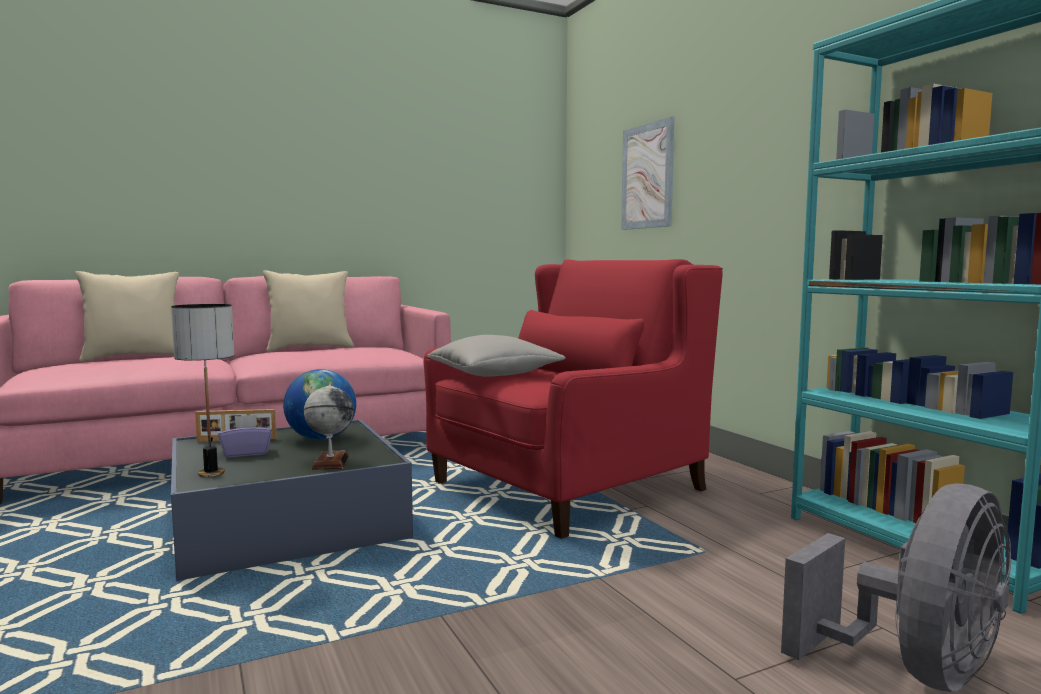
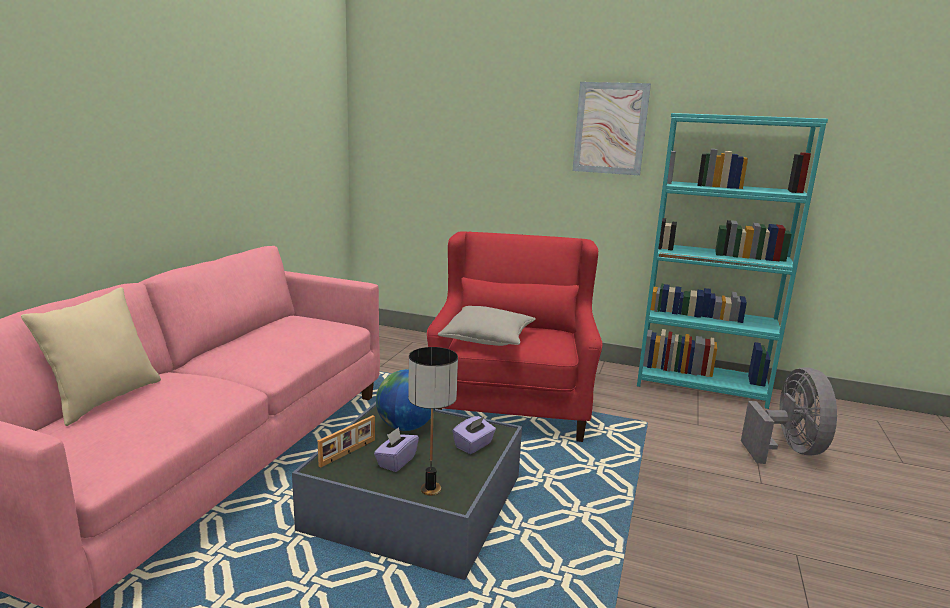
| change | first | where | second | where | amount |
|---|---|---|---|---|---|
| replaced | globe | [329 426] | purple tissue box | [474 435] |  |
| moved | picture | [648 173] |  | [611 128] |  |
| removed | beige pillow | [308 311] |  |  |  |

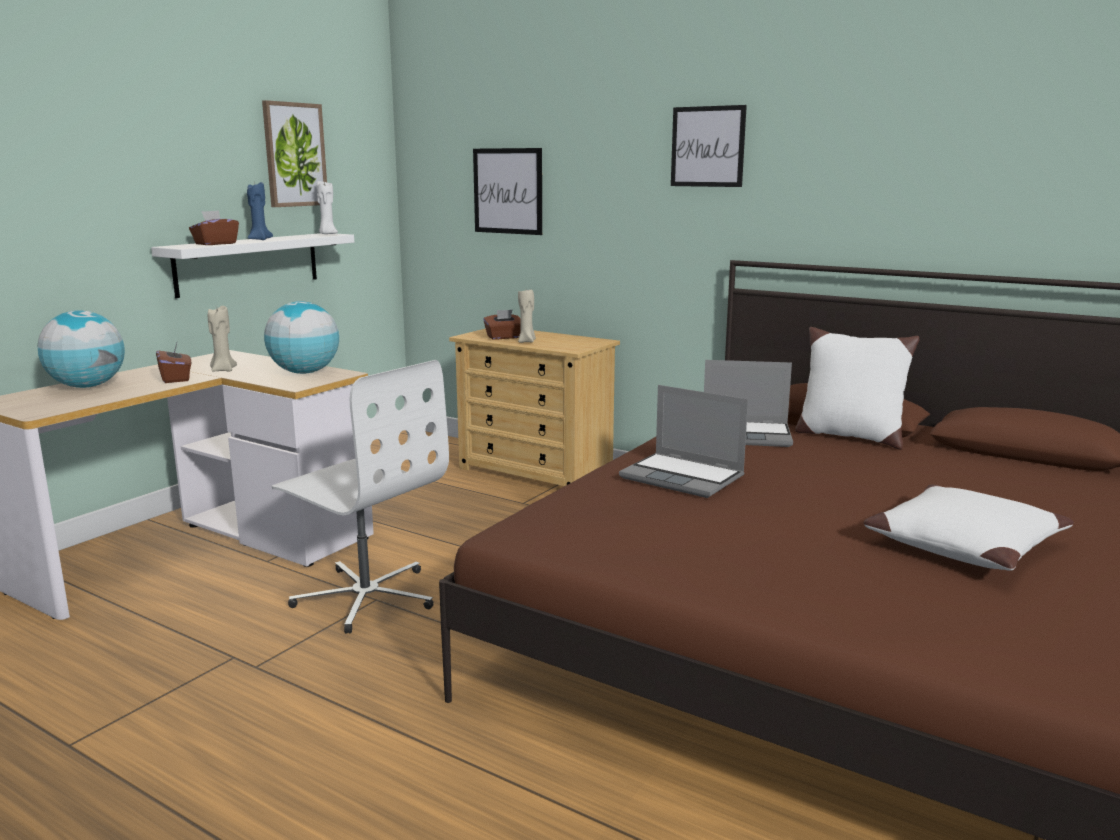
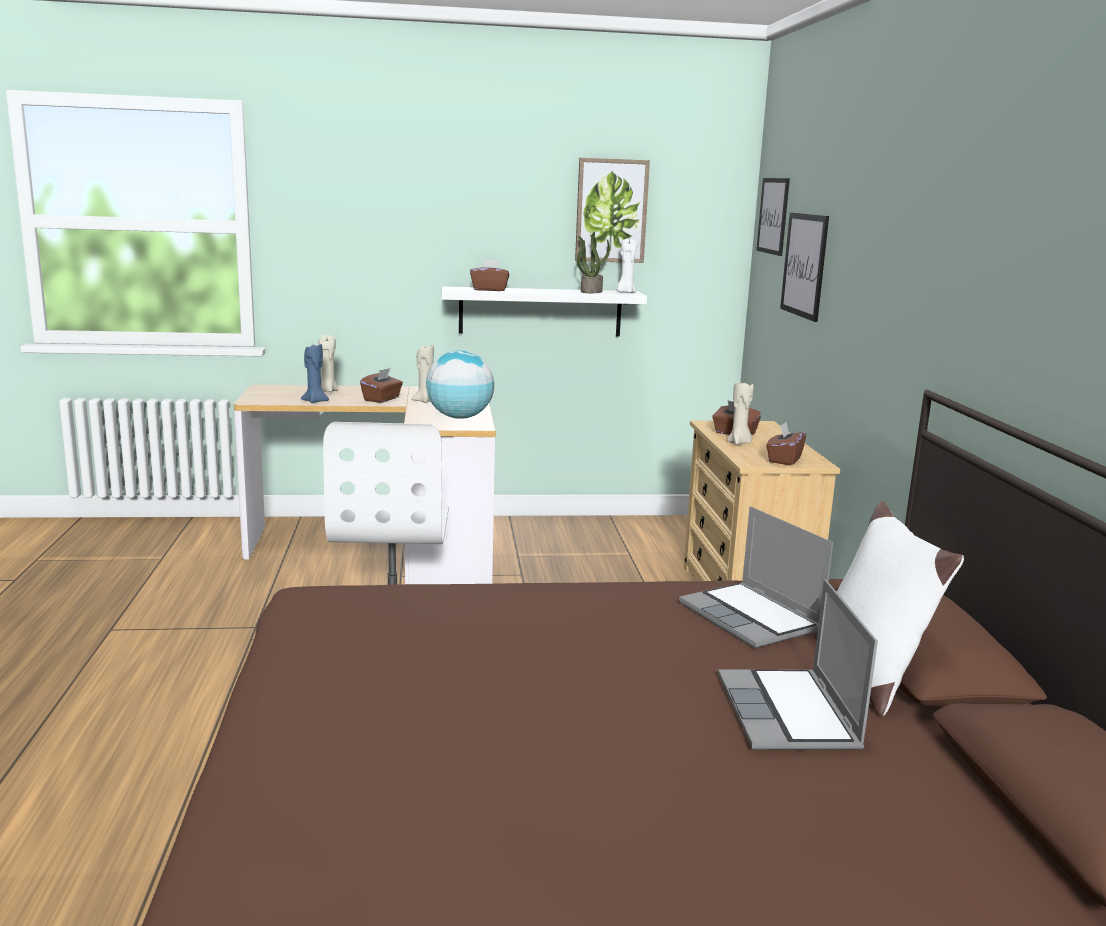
| change | first | where | second | where | amount |
|---|---|---|---|---|---|
| moved | blue candle | [260 210] |  | [315 373] |  |
| replaced | globe | [81 349] | beige candle | [328 363] |  |
| added |  |  | potted plant | [593 262] |  |
| moved | laptop | [683 441] |  | [798 664] |  |
| moved | picture | [709 146] |  | [773 217] |  |
| added |  |  | brown tissue box | [786 443] |  |
| removed | white pillow | [968 528] |  |  |  |

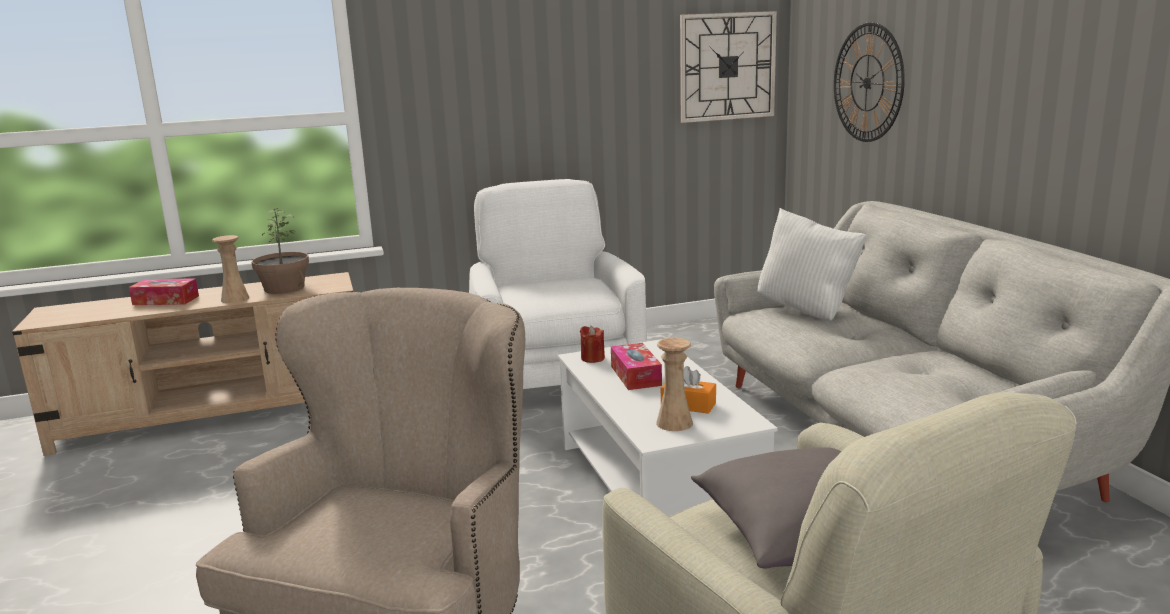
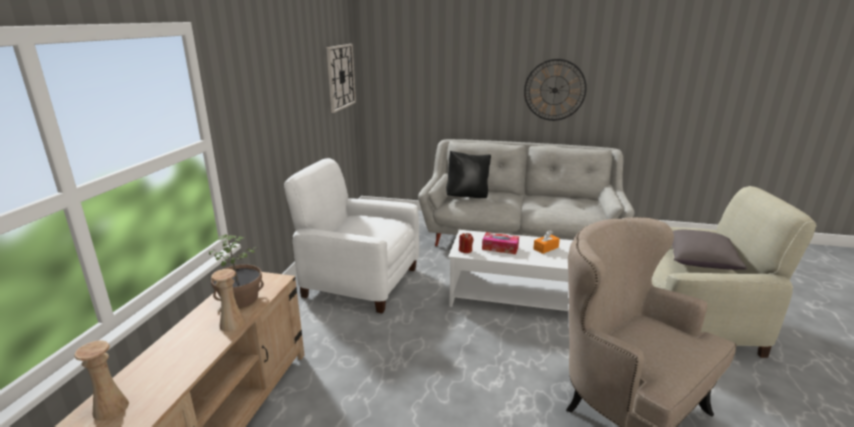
| change | first | where | second | where | amount |
|---|---|---|---|---|---|
| moved | beige vase | [674 384] |  | [101 380] |  |
| recoloured | white pillow | [812 264] | black pillow | [468 174] |  |
| moved | wall clock | [869 82] |  | [555 90] |  |
| removed | tissue box | [164 291] |  |  |  |

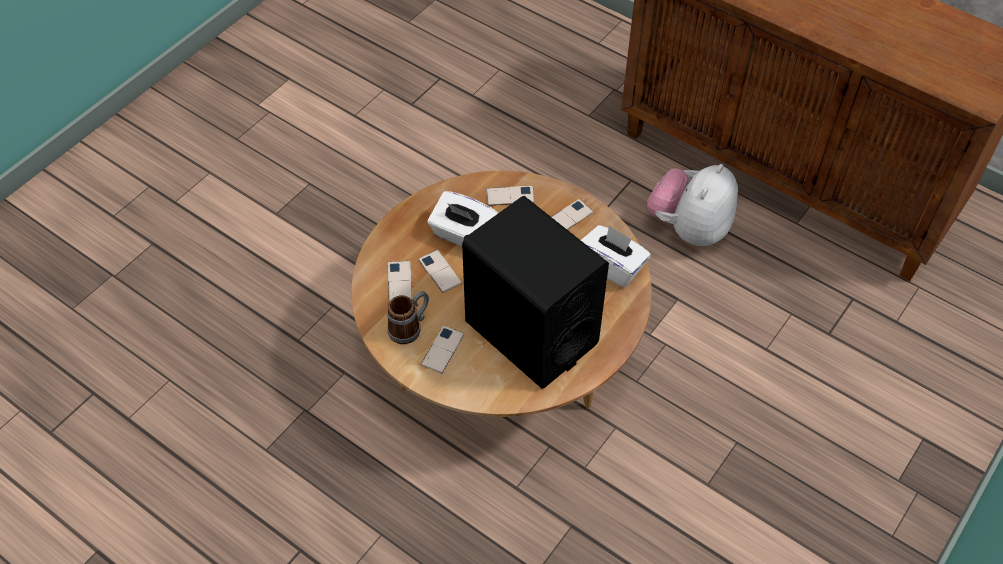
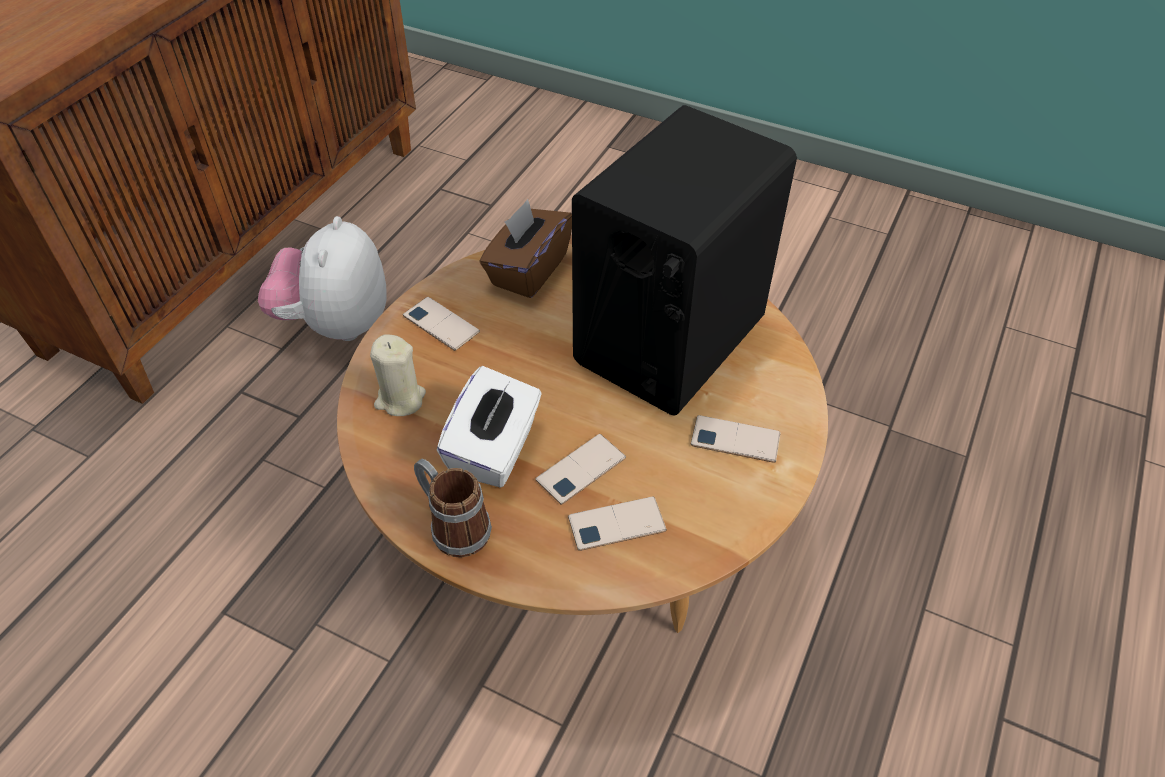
| change | first | where | second | where | amount |
|---|---|---|---|---|---|
| turned | plush toy | [692 205] |  | [322 278] | 75 degrees clockwise |
| replaced | phone | [510 196] | beige candle | [398 375] |  |
| moved | mug | [408 317] |  | [453 508] |  |
| recoloured | white tissue box | [616 256] | brown tissue box | [525 248] |  |

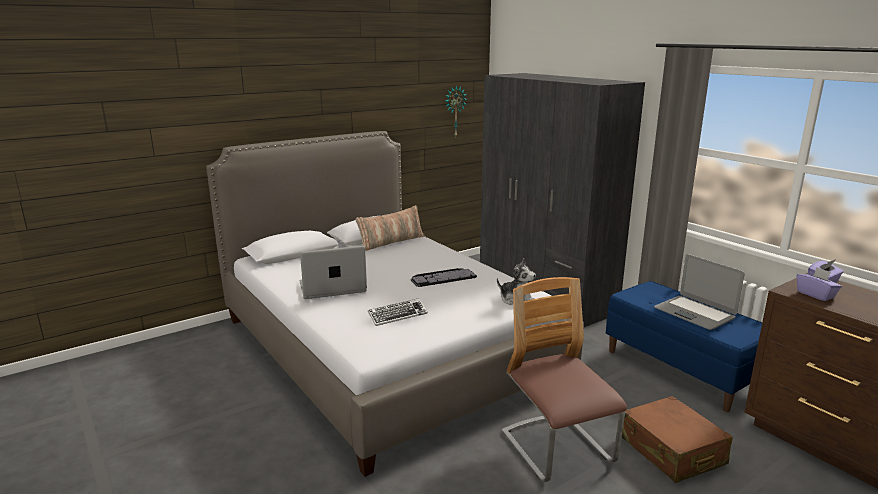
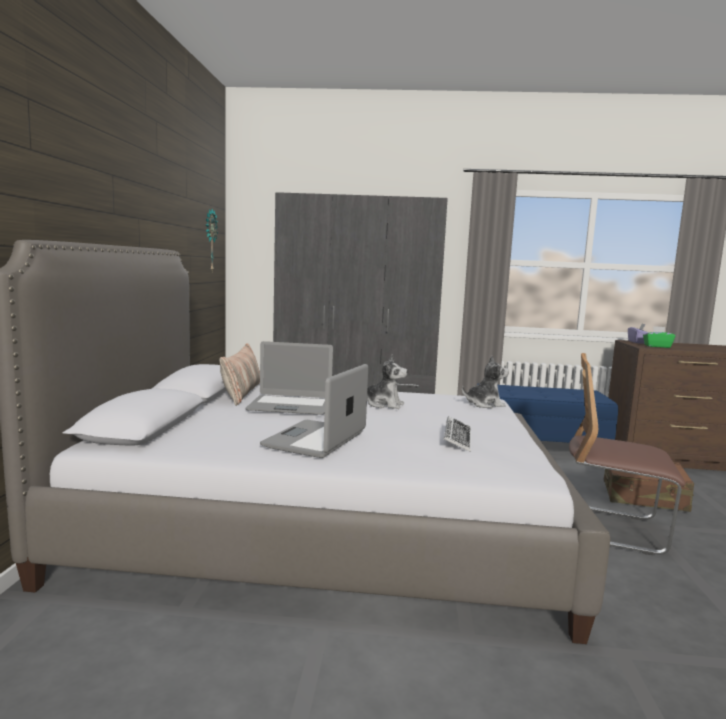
| change | first | where | second | where | amount |
|---|---|---|---|---|---|
| moved | laptop | [699 292] |  | [289 378] |  |
| replaced | keyboard | [444 277] | plush toy | [387 381] |  |
| recoloured | purple tissue box | [819 284] | green tissue box | [659 337] |  |

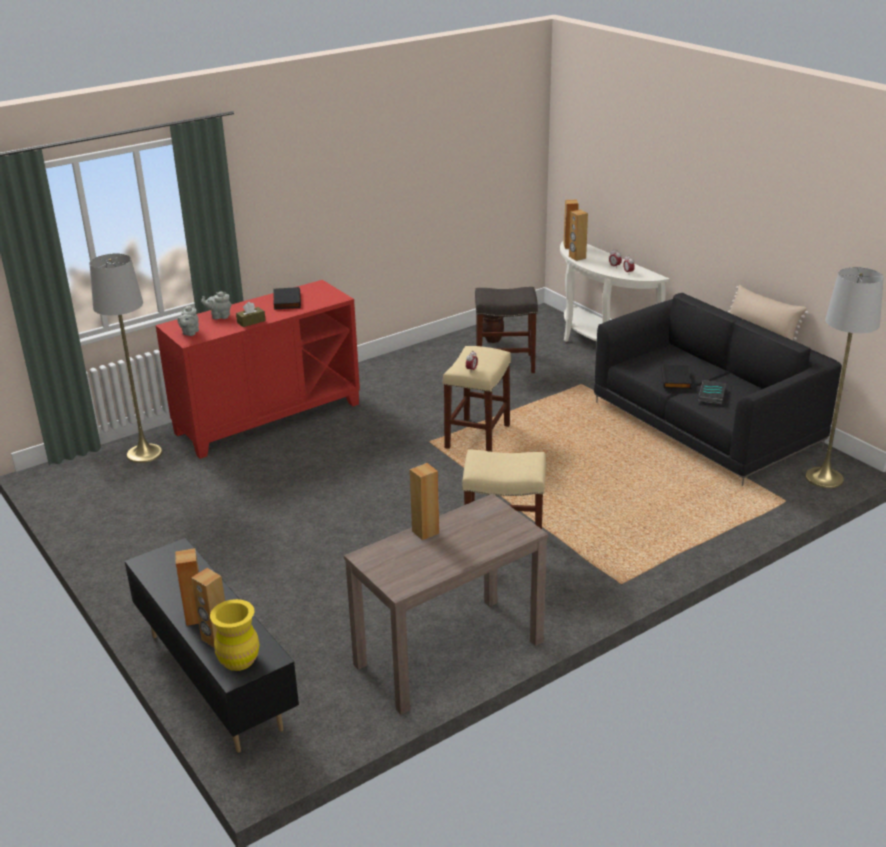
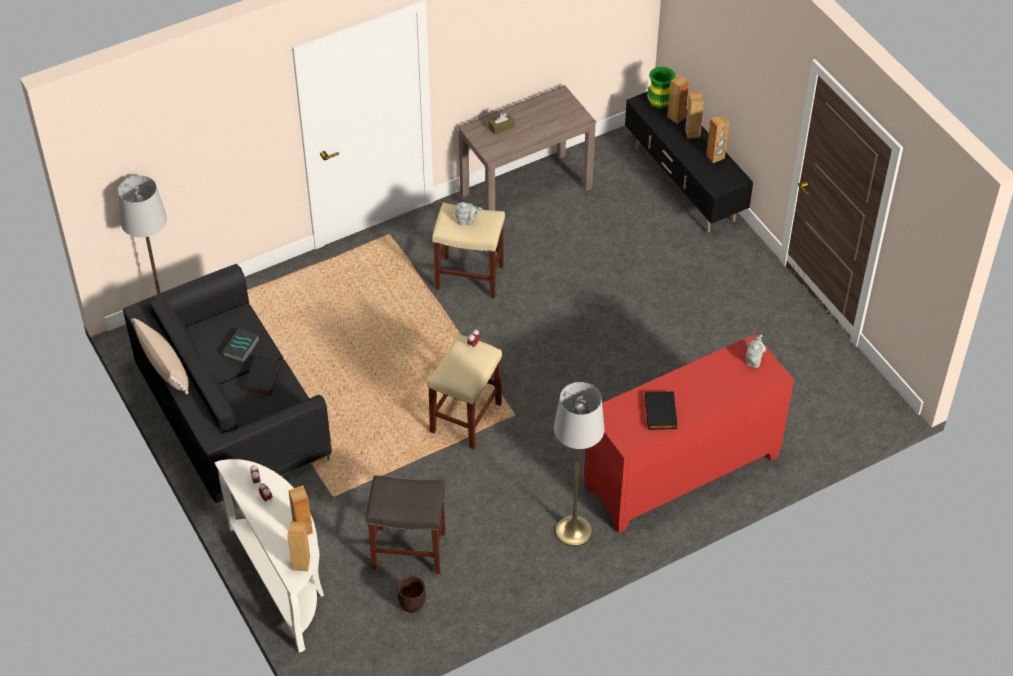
| change | first | where | second | where | amount |
|---|---|---|---|---|---|
| moved | grey teapot | [216 305] |  | [469 214] |  |
| moved | brown tissue box | [251 314] |  | [501 124] |  |
| moved | grey floor lamp | [126 358] |  | [579 464] |  |
| recoloured | yellow vase | [234 635] | green vase | [661 88] |  |
| moved | brown speaker | [424 501] |  | [717 139] |  |

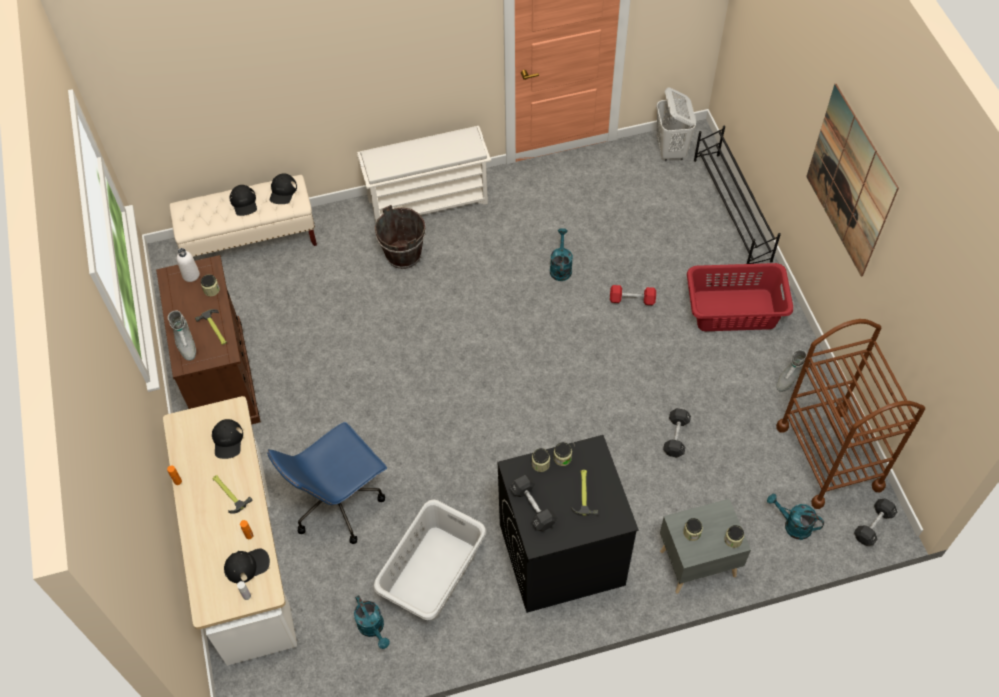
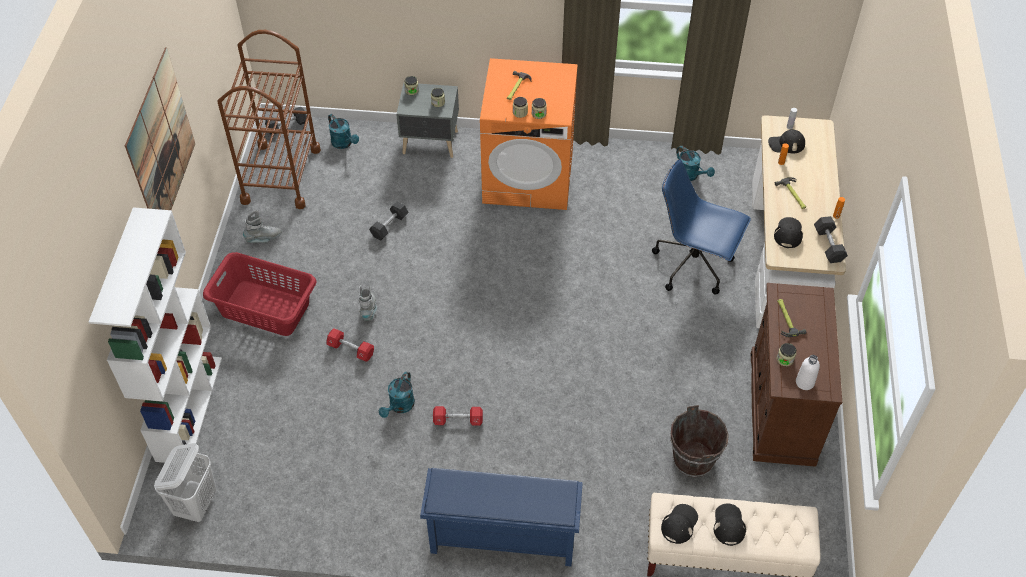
| change | first | where | second | where | amount |
|---|---|---|---|---|---|
| replaced | black shoe rack | [737 195] | white bookcase | [155 335] |  |
| moved | grey boot | [182 335] |  | [367 303] |  |
| recoloured | white shoe rack | [424 174] | blue shoe rack | [501 517] |  |
| added |  |  | red dumbbell | [458 416] |  |
| recoloured | black washing machine | [568 524] | orange washing machine | [529 134] |  |
| turned | blue office chair | [327 483] |  | [701 227] | 135 degrees counterclockwise |
| moved | brown bucket | [400 237] |  | [699 441] |  |
| turned | turquoise watering can | [372 622] |  | [695 163] | 150 degrees clockwise |
| moved | black dumbbell | [533 503] |  | [831 239] |  |
| removed | grey laundry basket | [430 560] |  |  |  |

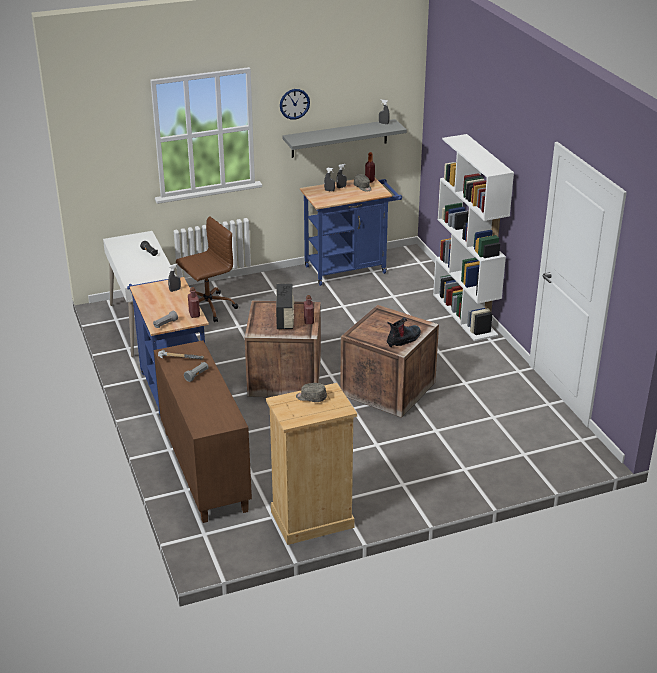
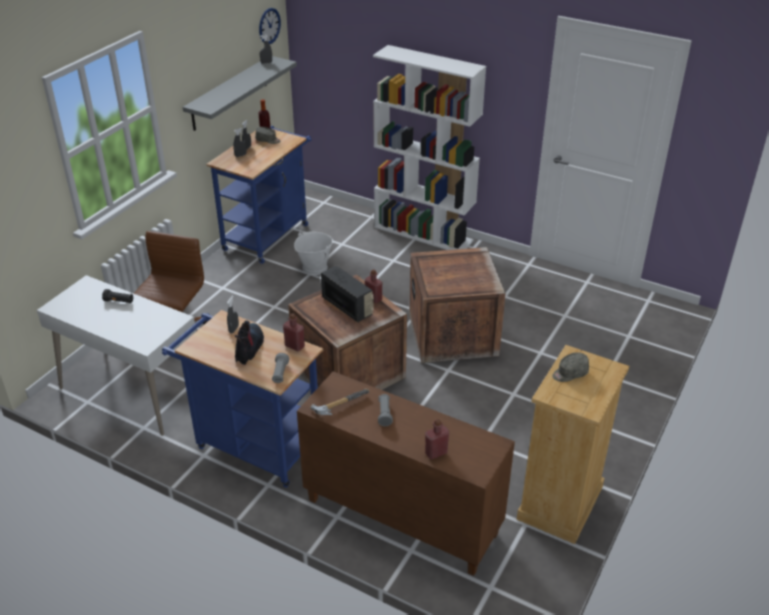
| change | first | where | second | where | amount |
|---|---|---|---|---|---|
| moved | boot | [404 332] |  | [249 342] |  |
| moved | wall clock | [295 104] |  | [270 26] |  |
| added |  |  | white bucket | [313 253] |  |
| added |  |  | red bottle | [437 439] |  |

